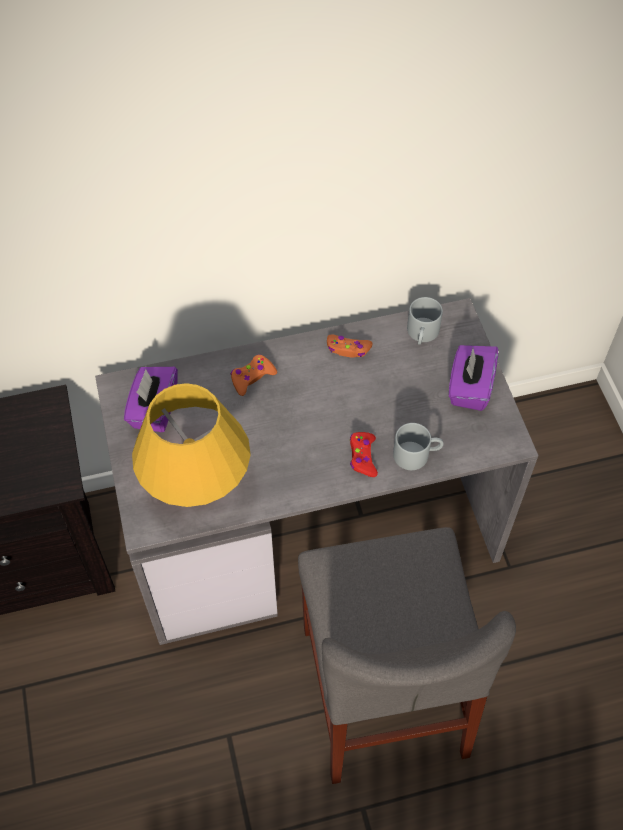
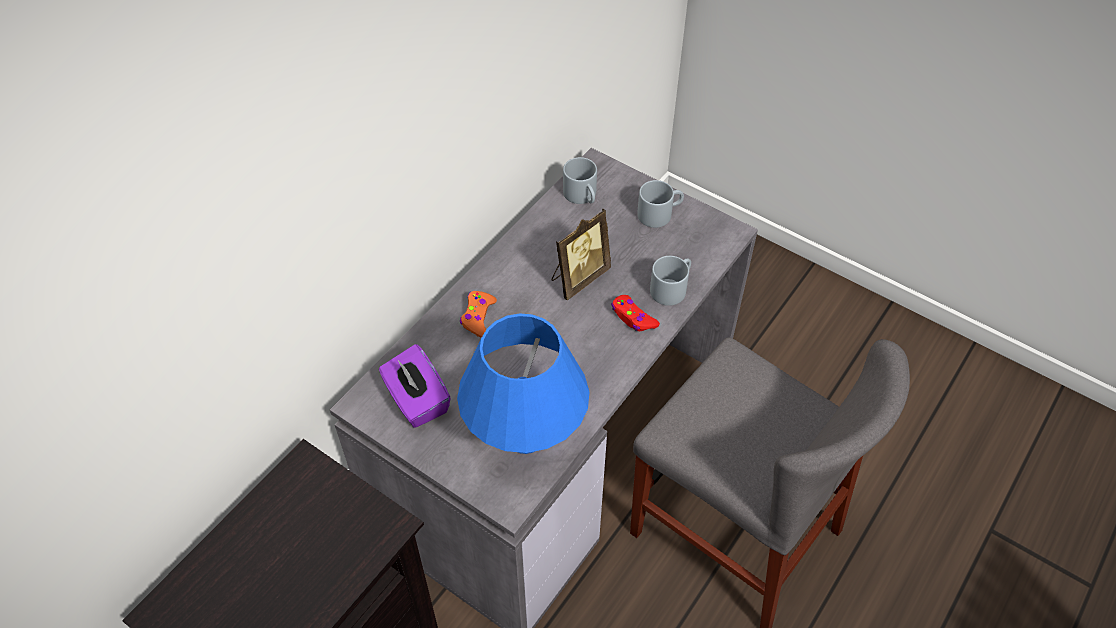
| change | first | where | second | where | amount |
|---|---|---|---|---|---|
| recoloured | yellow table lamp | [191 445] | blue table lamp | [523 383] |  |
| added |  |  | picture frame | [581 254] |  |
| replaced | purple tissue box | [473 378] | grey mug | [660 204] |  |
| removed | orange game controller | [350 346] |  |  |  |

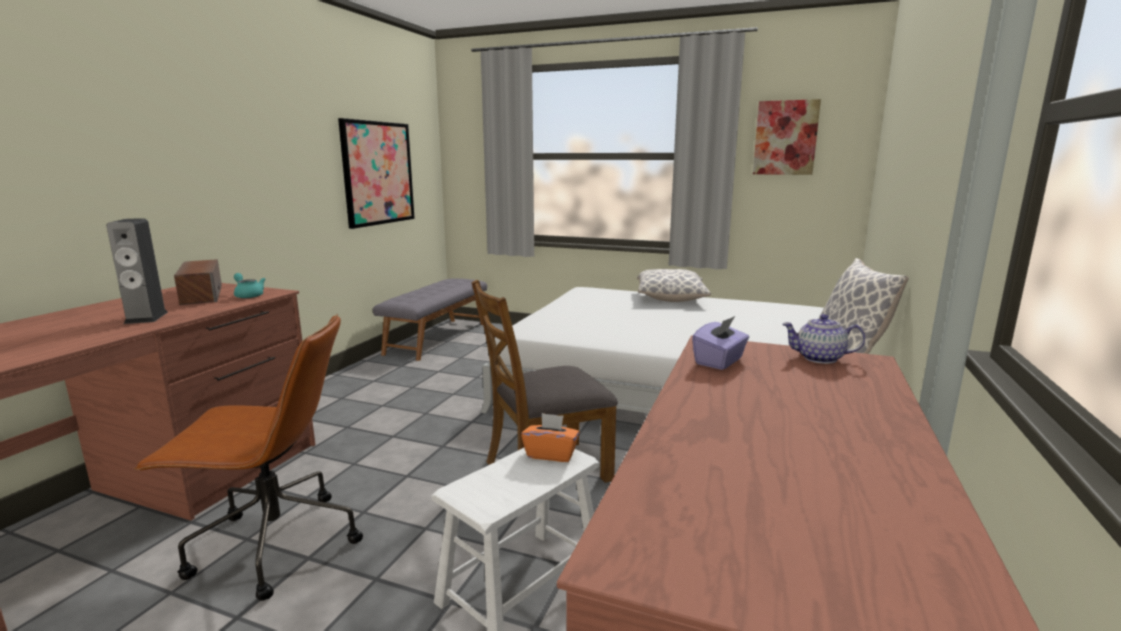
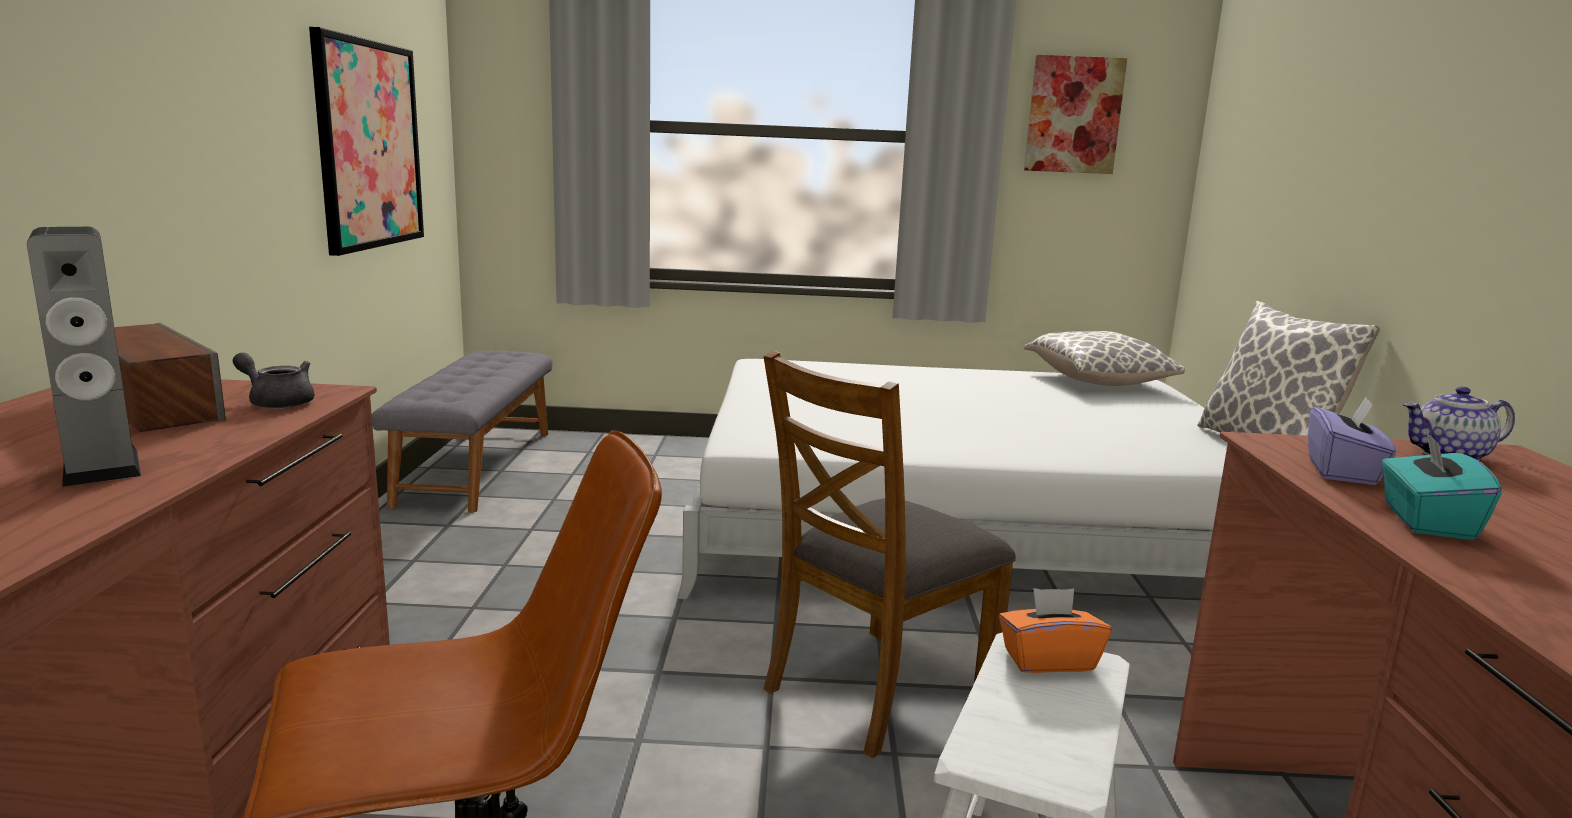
| change | first | where | second | where | amount |
|---|---|---|---|---|---|
| recoloured | turquoise teapot | [249 285] | grey teapot | [274 381] |  |
| moved | pillow | [674 285] |  | [1104 358] |  |
| added |  |  | turquoise tissue box | [1442 485] |  |

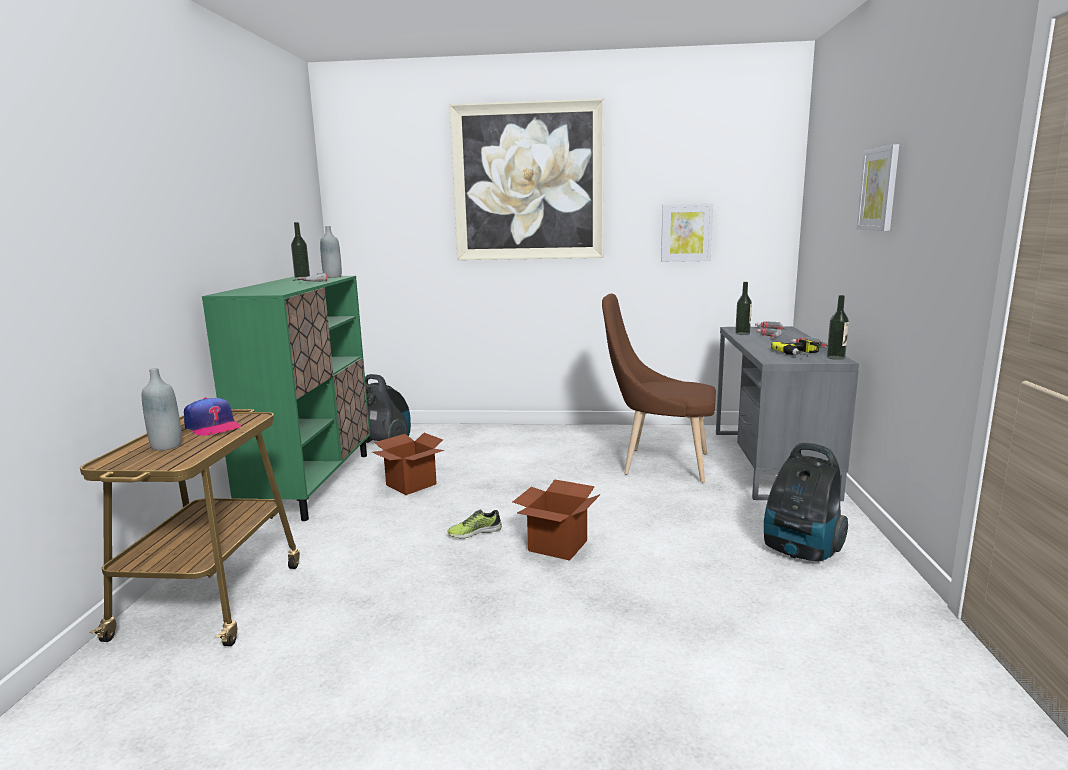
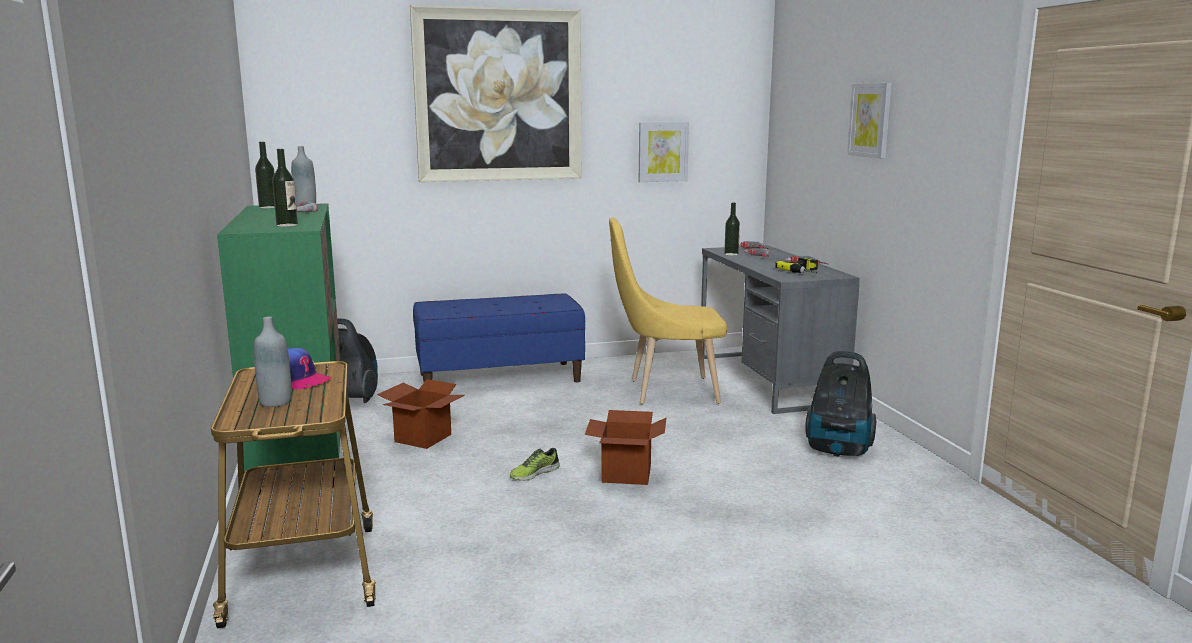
| change | first | where | second | where | amount |
|---|---|---|---|---|---|
| moved | bottle | [838 327] |  | [285 188] |  |
| added |  |  | blue bench | [499 337] |  |
| recoloured | brown chair | [659 388] | yellow chair | [668 311] |  |

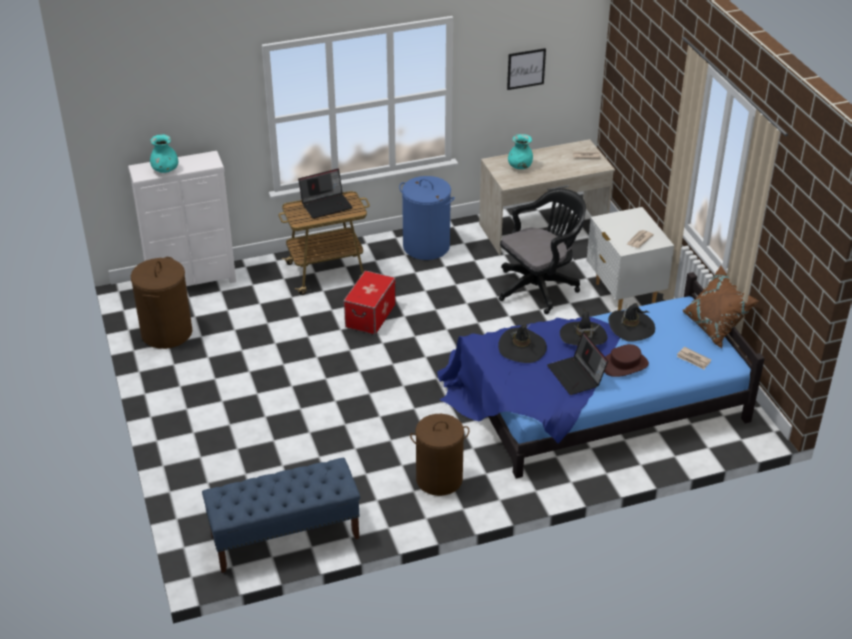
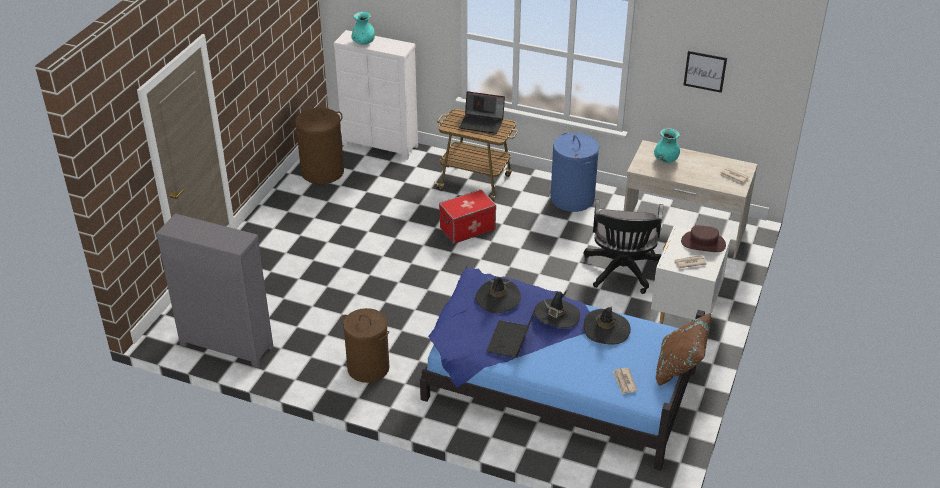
| change | first | where | second | where | amount |
|---|---|---|---|---|---|
| replaced | blue bench | [281 515] | grey dresser | [215 291] |  |
| turned | black office chair | [542 251] |  | [623 246] | 90 degrees clockwise |
| moved | brown hat | [626 360] |  | [703 238] |  |

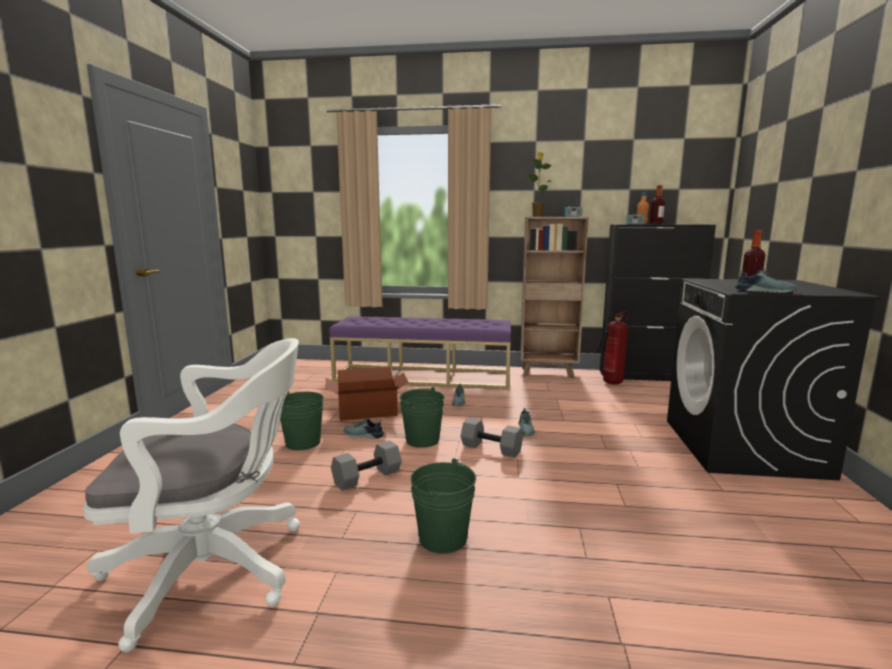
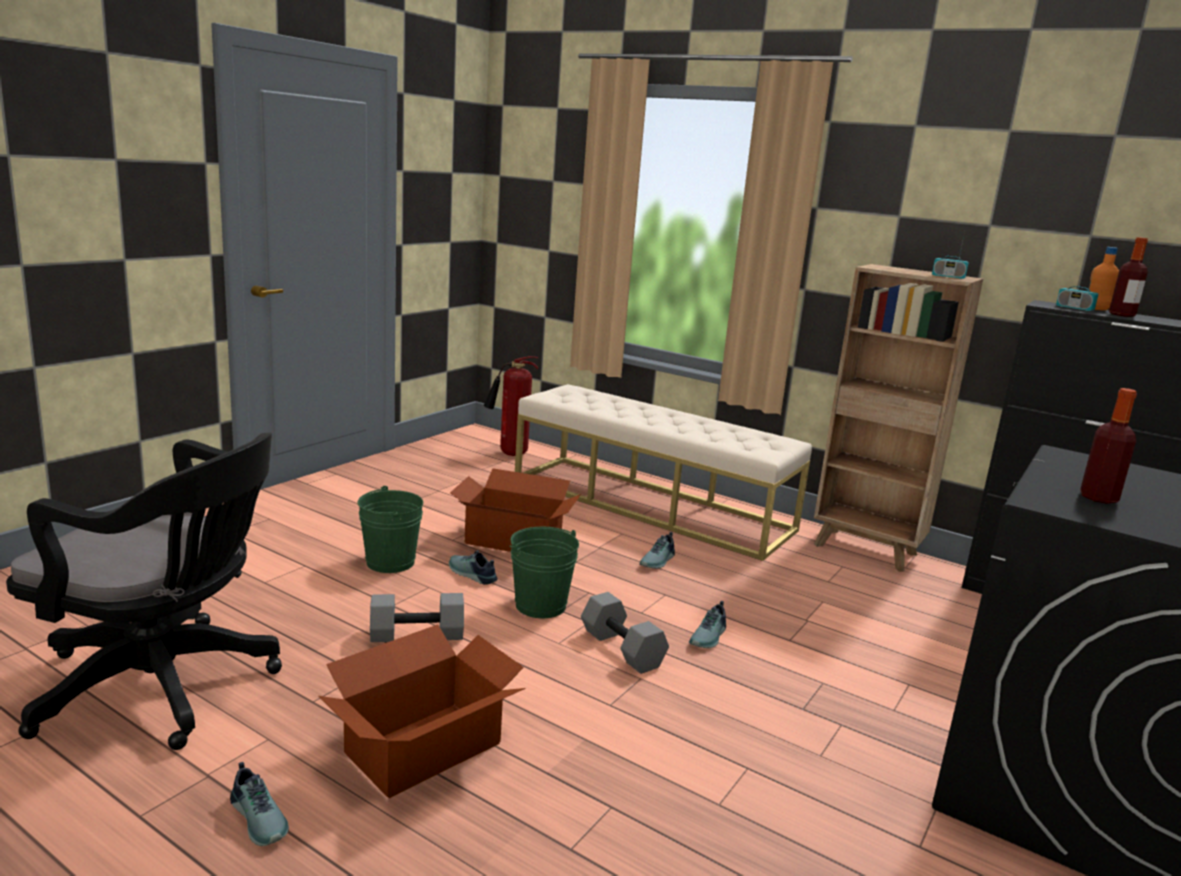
| change | first | where | second | where | amount |
|---|---|---|---|---|---|
| recoloured | white office chair | [191 495] | black office chair | [144 591] |  |
| moved | shoe | [765 280] |  | [259 804] |  |
| replaced | green bucket | [443 506] | cardboard box | [422 711] |  |
| moved | fire extinguisher | [613 348] |  | [511 406] |  |
| recoloured | purple bench | [420 352] | beige bench | [663 472] |  |
| removed | potted plant | [539 184] |  |  |  |

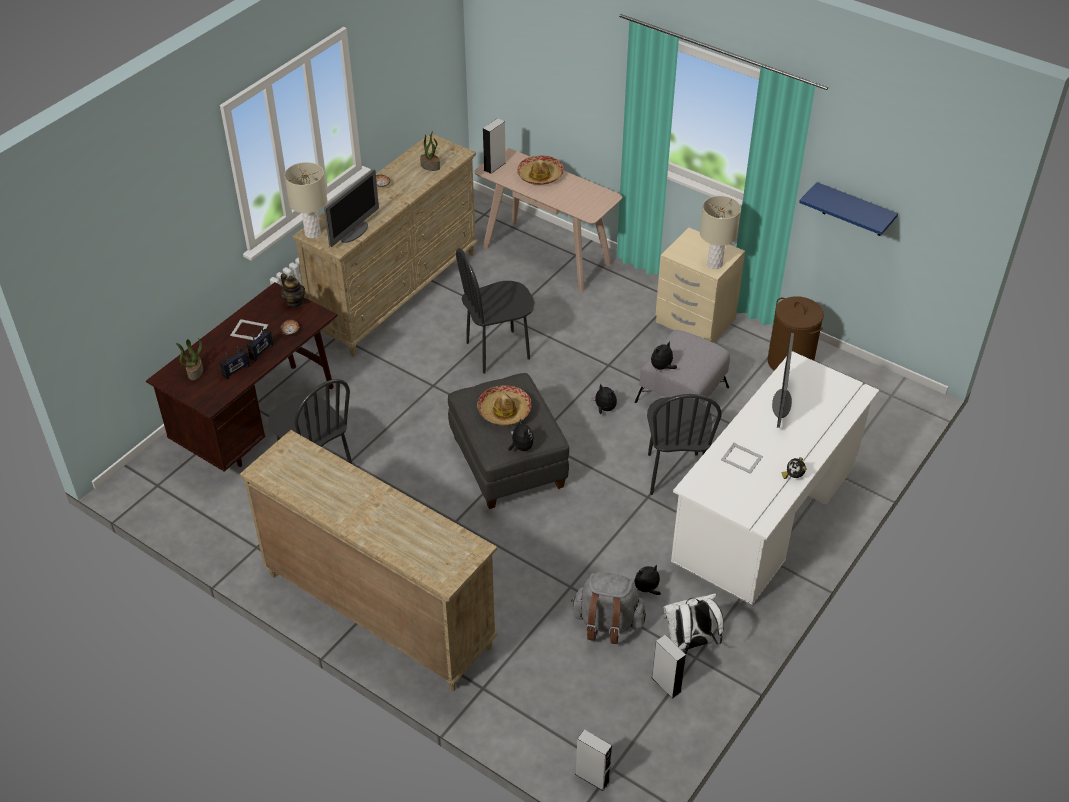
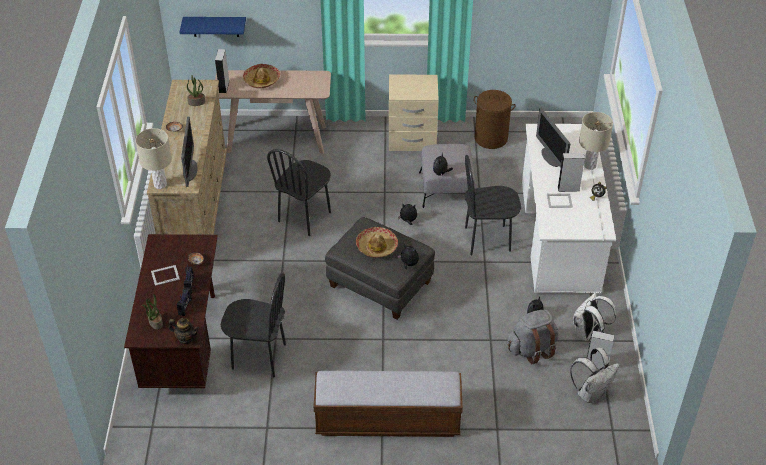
| change | first | where | second | where | amount |
|---|---|---|---|---|---|
| moved | teapot | [293 290] |  | [184 331] |  |
| moved | blue shelf | [848 209] |  | [212 27] |  |
| replaced | beige dresser | [369 560] | bench | [388 404] |  |
| turned | black chair | [684 444] |  | [492 205] | 120 degrees clockwise |
| moved | grey speaker | [593 760] |  | [571 172] |  |
| added |  |  | white backpack | [595 375] |  |
| moved | beige table lamp | [720 232] |  | [596 141] |  |

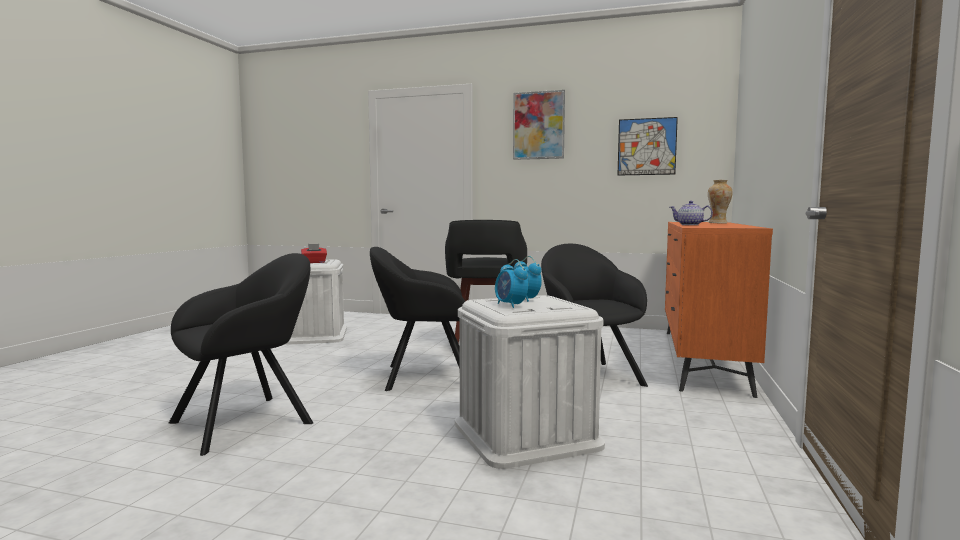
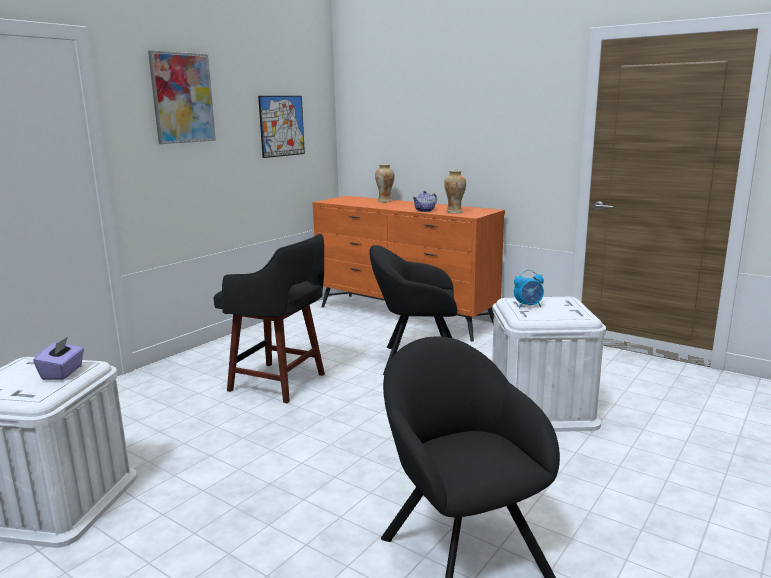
| change | first | where | second | where | amount |
|---|---|---|---|---|---|
| recoloured | red tissue box | [314 253] | purple tissue box | [58 358] |  |
| added |  |  | vase | [455 192] |  |
| removed | black armchair | [417 319] |  |  |  |
| removed | alarm clock | [511 283] |  |  |  |

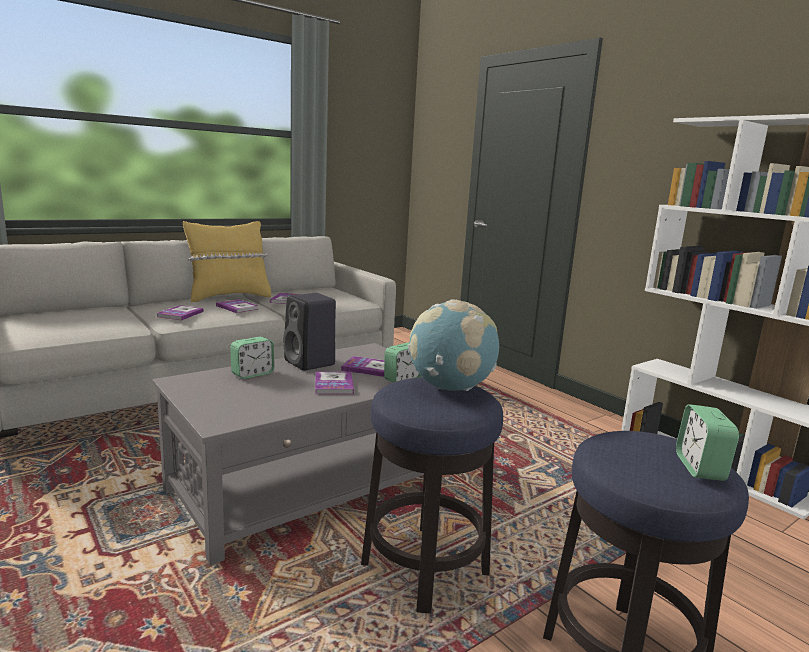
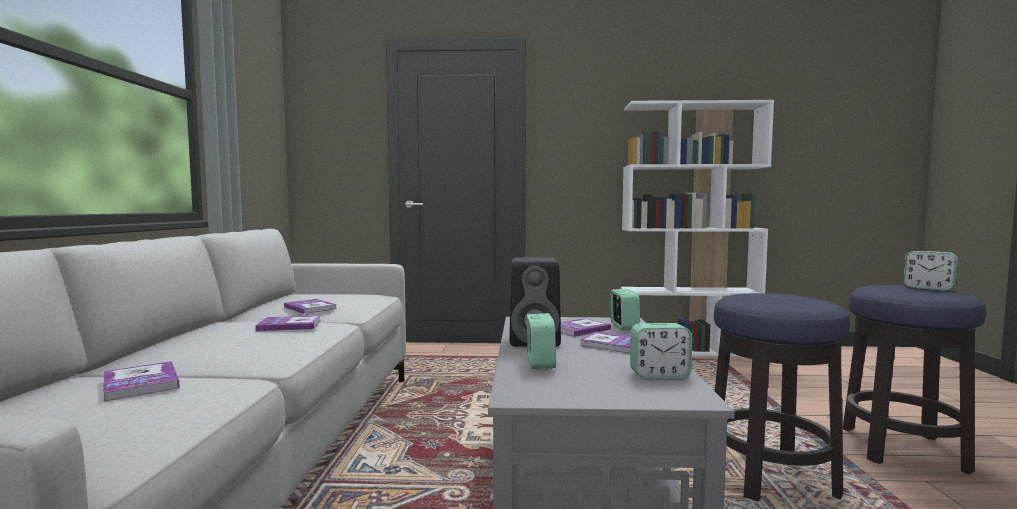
| change | first | where | second | where | amount |
|---|---|---|---|---|---|
| moved | book | [180 312] |  | [141 381] |  |
| added |  |  | alarm clock | [661 351] |  |
| removed | yellow pillow | [227 261] |  |  |  |
| removed | globe | [453 345] |  |  |  |

